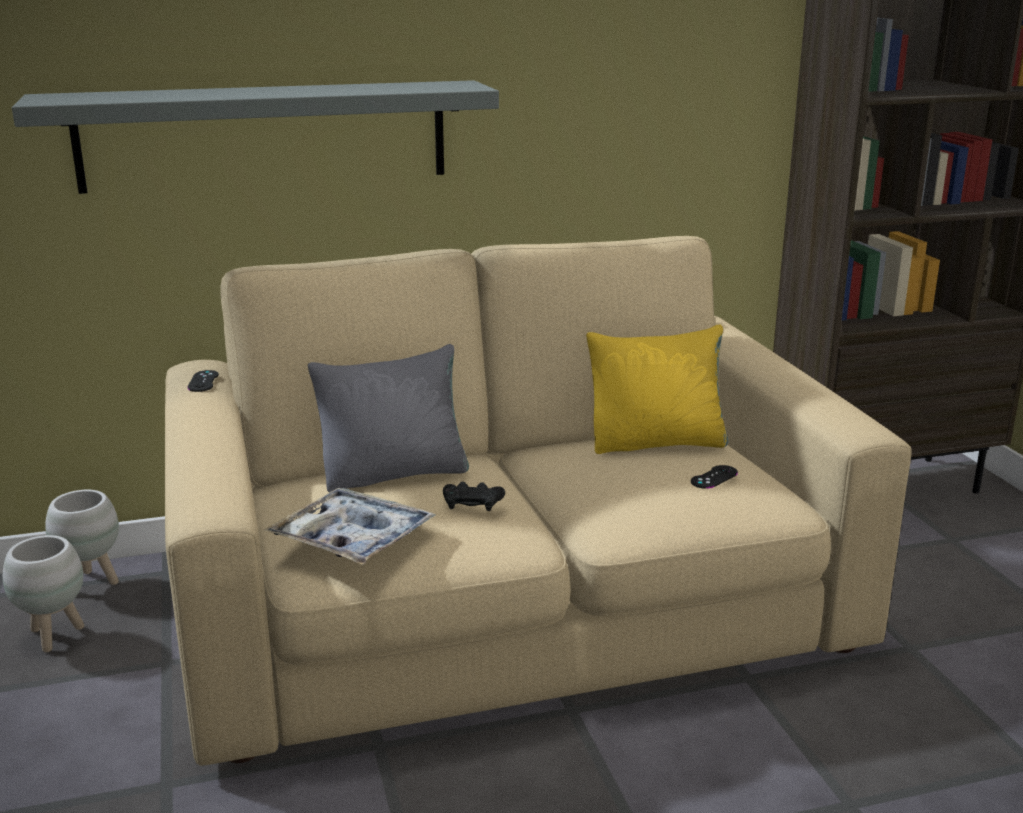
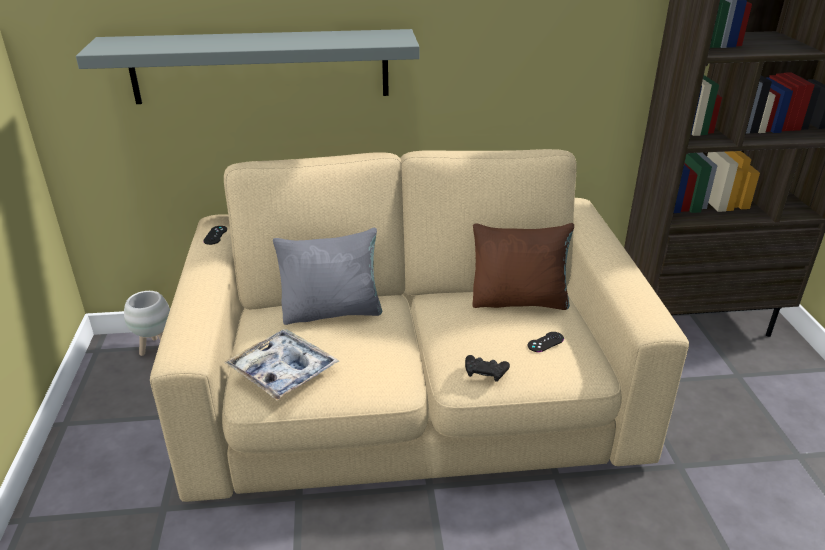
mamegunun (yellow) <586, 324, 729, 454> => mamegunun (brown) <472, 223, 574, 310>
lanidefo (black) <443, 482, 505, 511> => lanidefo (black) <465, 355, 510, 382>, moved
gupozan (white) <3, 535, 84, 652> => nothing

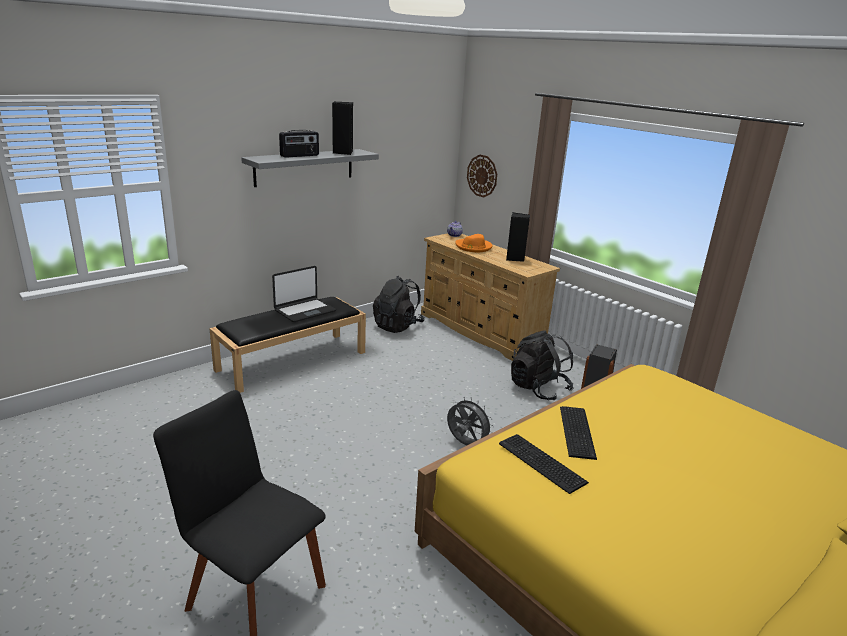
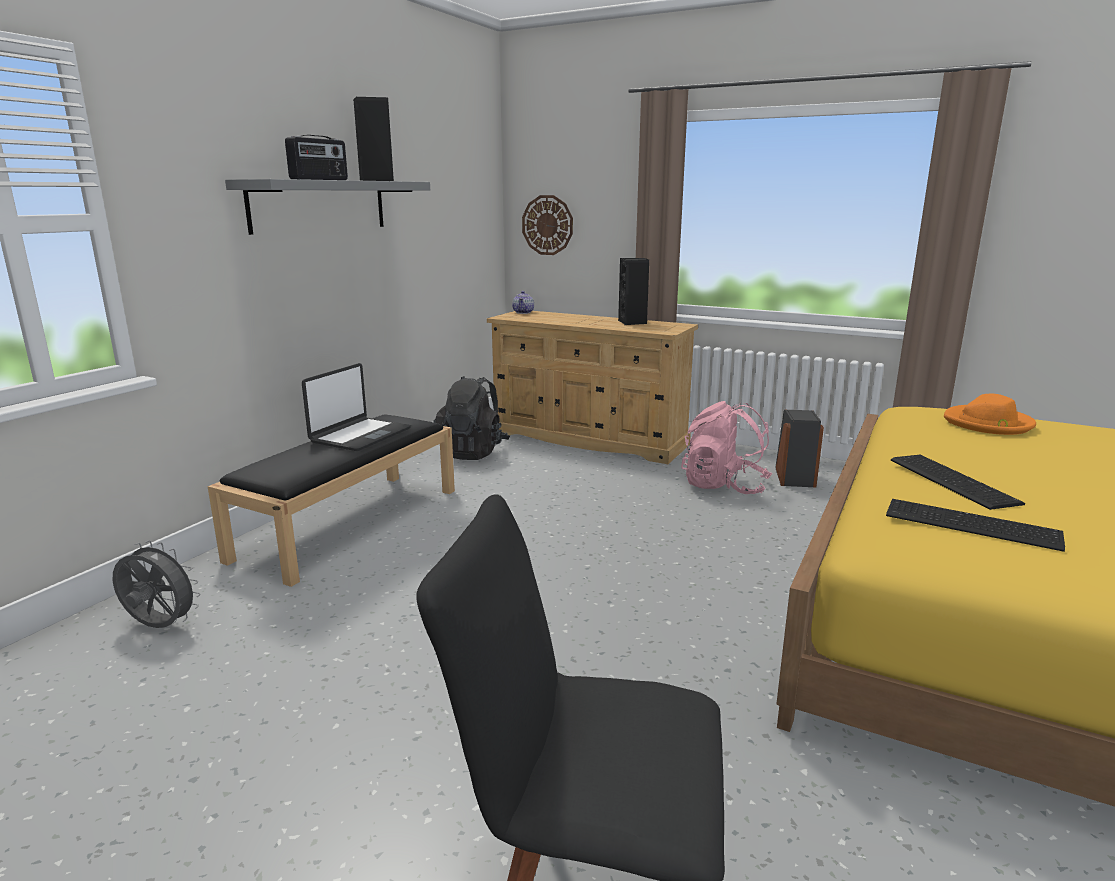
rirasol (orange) <455, 234, 492, 252> => rirasol (orange) <944, 394, 1036, 435>, moved
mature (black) <511, 331, 574, 400> => mature (pink) <681, 401, 772, 494>
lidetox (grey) <447, 397, 494, 445> => lidetox (grey) <113, 540, 201, 628>, moved

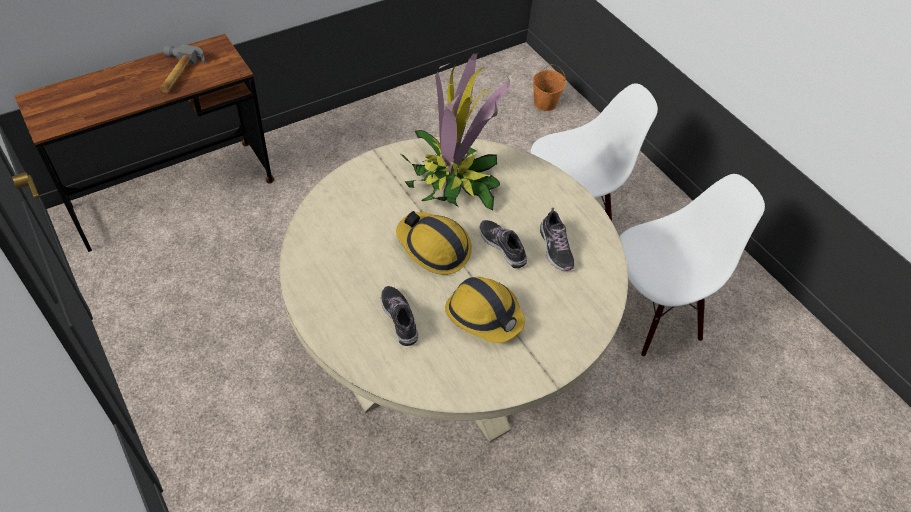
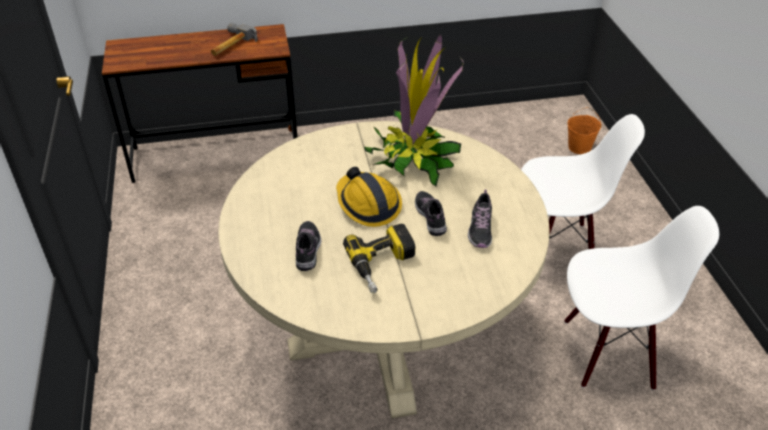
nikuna <445, 277, 525, 343> => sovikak <343, 224, 415, 293>

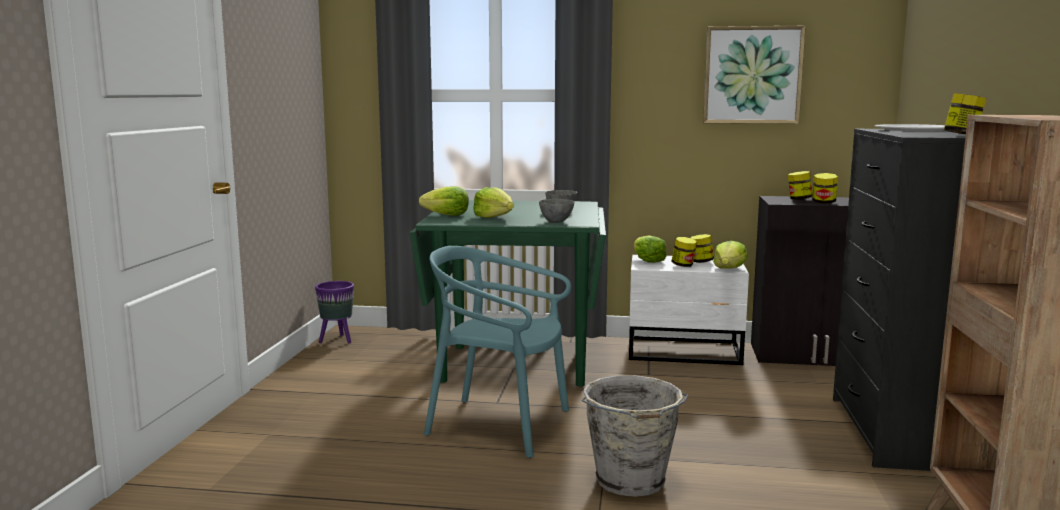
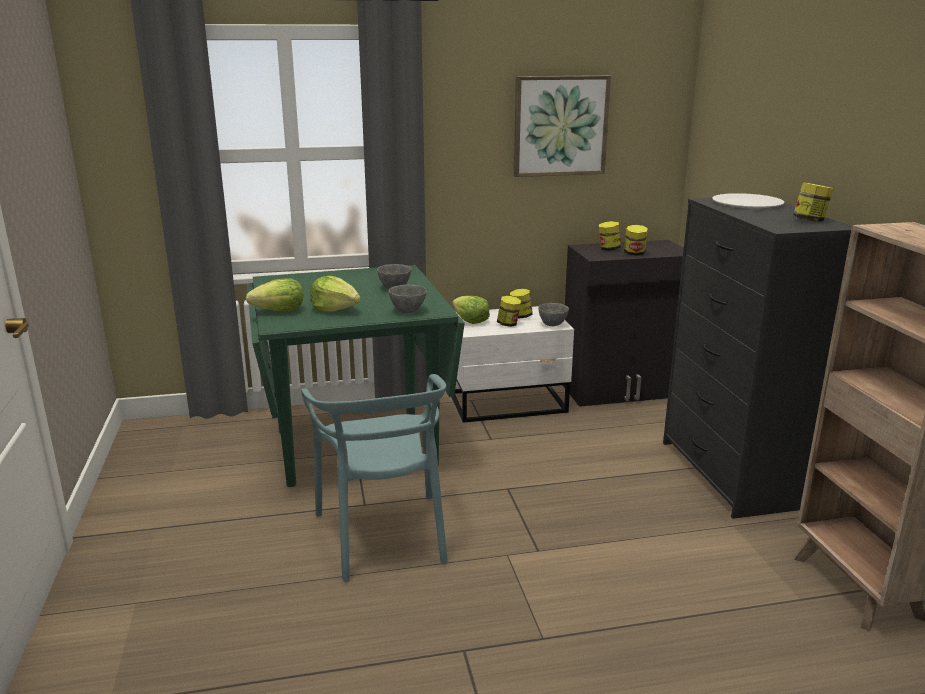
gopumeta <713, 241, 748, 269> => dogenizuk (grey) <538, 303, 569, 326>
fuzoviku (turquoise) <424, 246, 571, 458> => fuzoviku (turquoise) <301, 374, 448, 582>, 105 degrees counterclockwise
gupozan (purple) <315, 281, 354, 344> => nothing
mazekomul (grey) <582, 375, 688, 497> => nothing

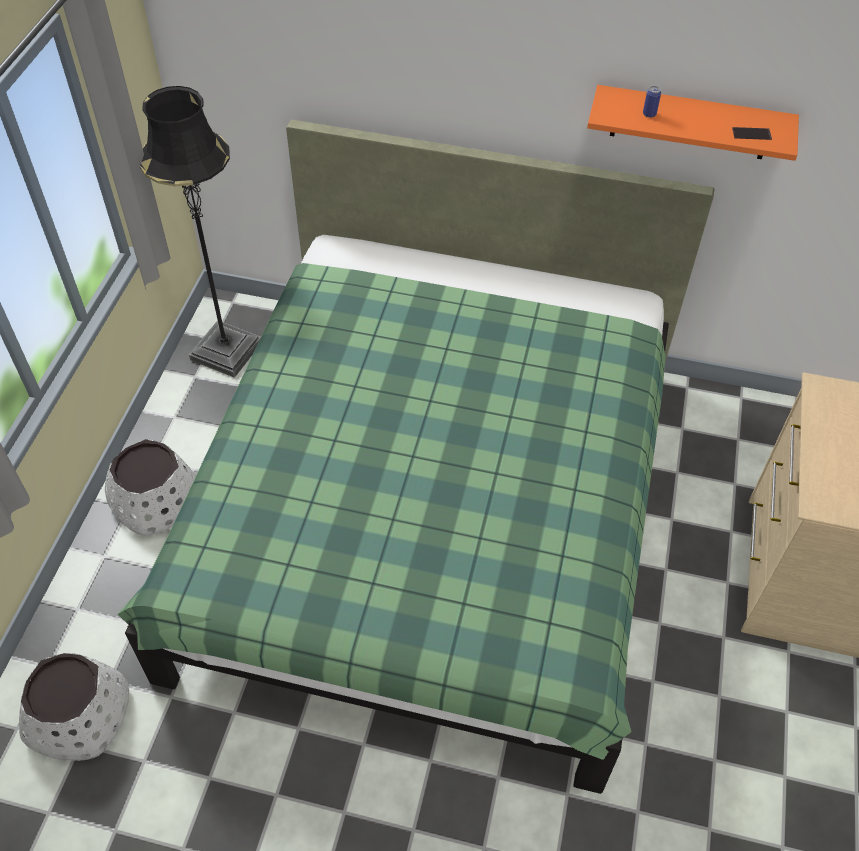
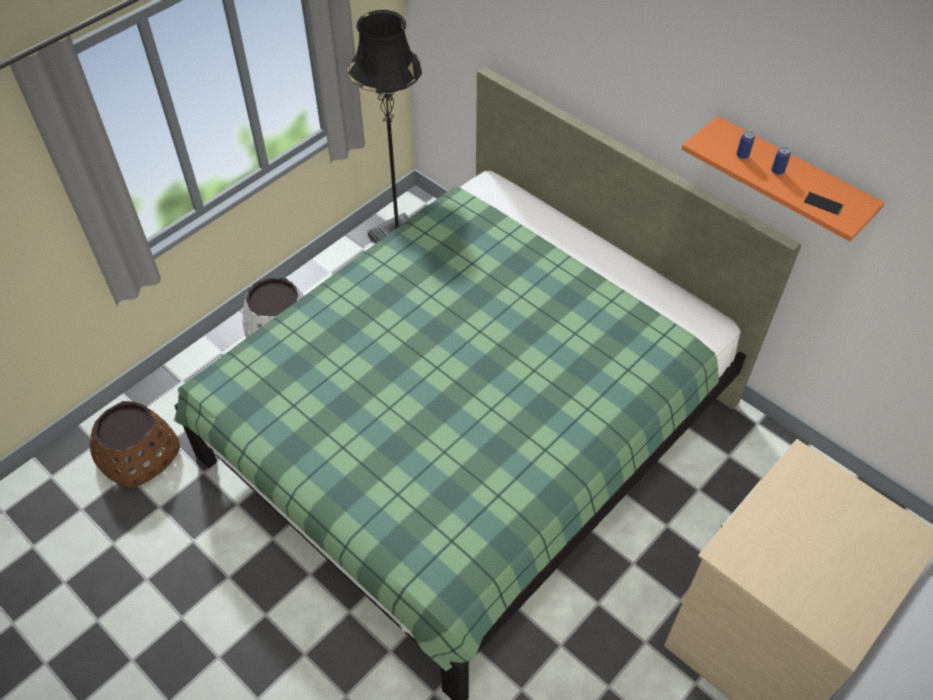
gupozan (white) <19, 653, 129, 761> => gupozan (brown) <90, 401, 180, 488>
nothing => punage <771, 146, 791, 175>

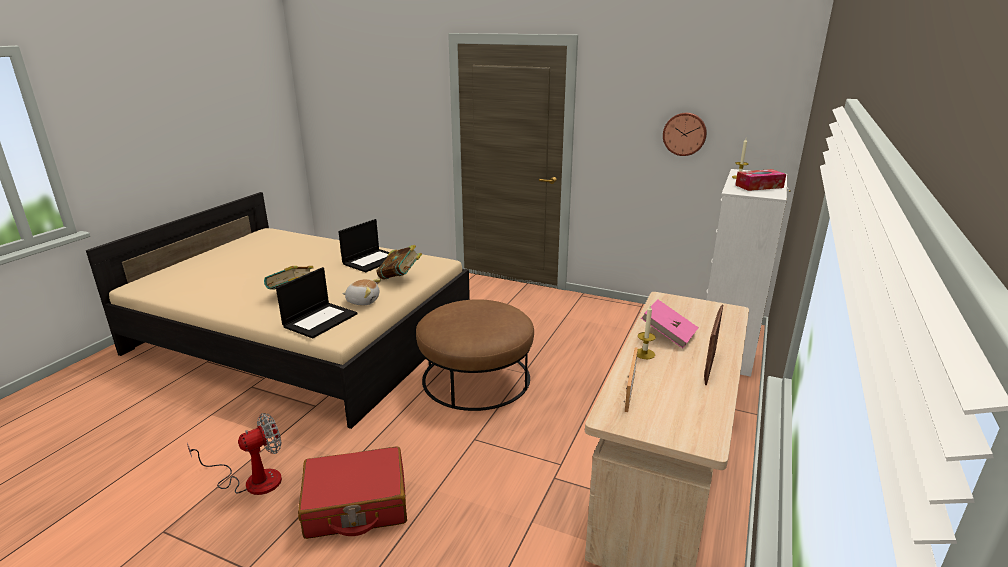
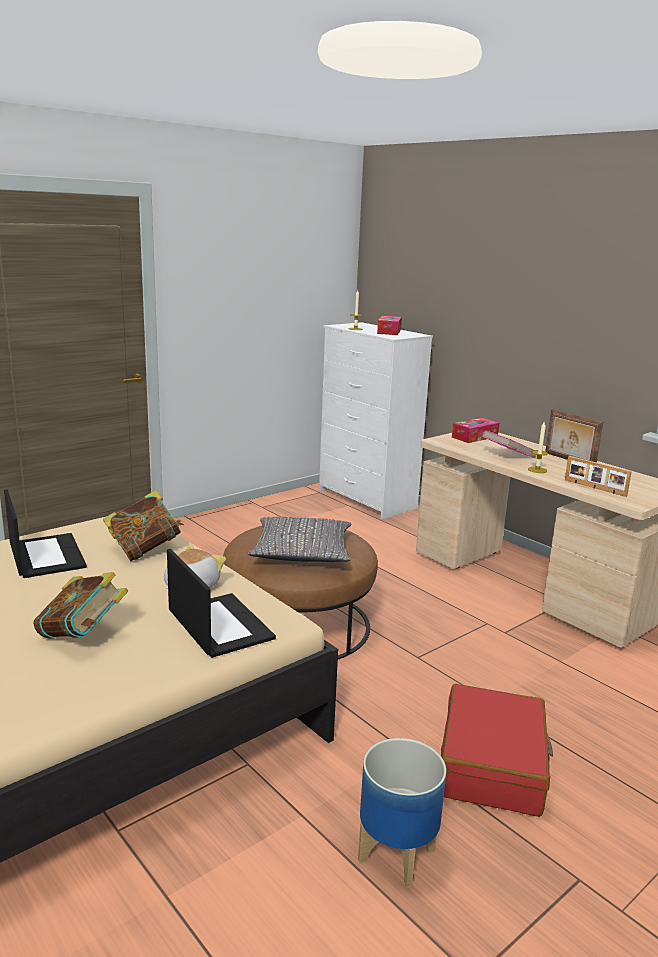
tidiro <663, 113, 707, 156> => nothing
lidetox <187, 413, 282, 495> => gupozan <358, 738, 446, 888>
nothing => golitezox <452, 418, 499, 443>
nothing => mamegunun (grey) <247, 517, 351, 562>

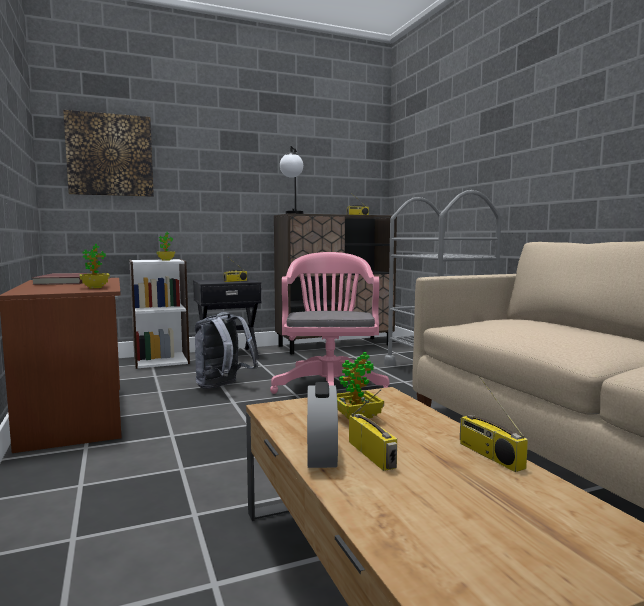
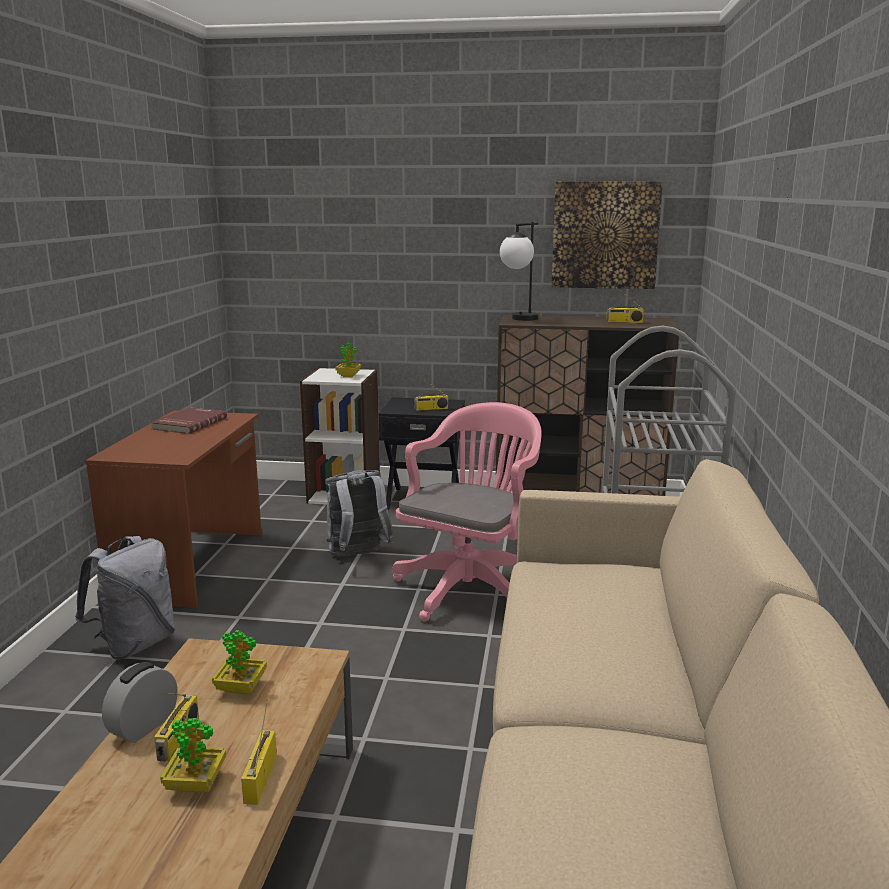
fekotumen <63, 110, 154, 197> => fekotumen <551, 181, 663, 289>, moved
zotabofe <80, 244, 110, 289> => zotabofe <160, 718, 226, 792>, moved
nothing => mature (grey) <75, 536, 175, 660>

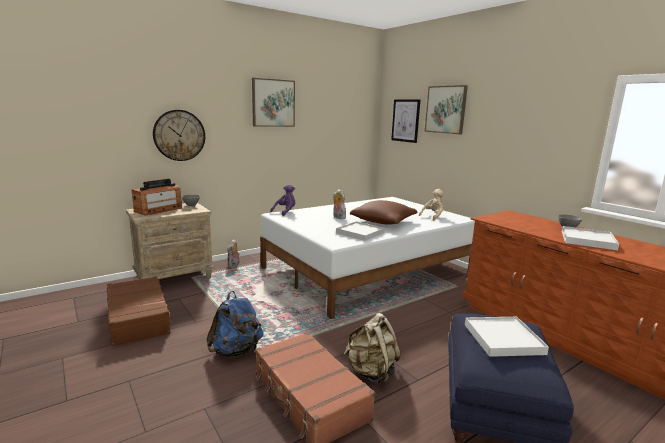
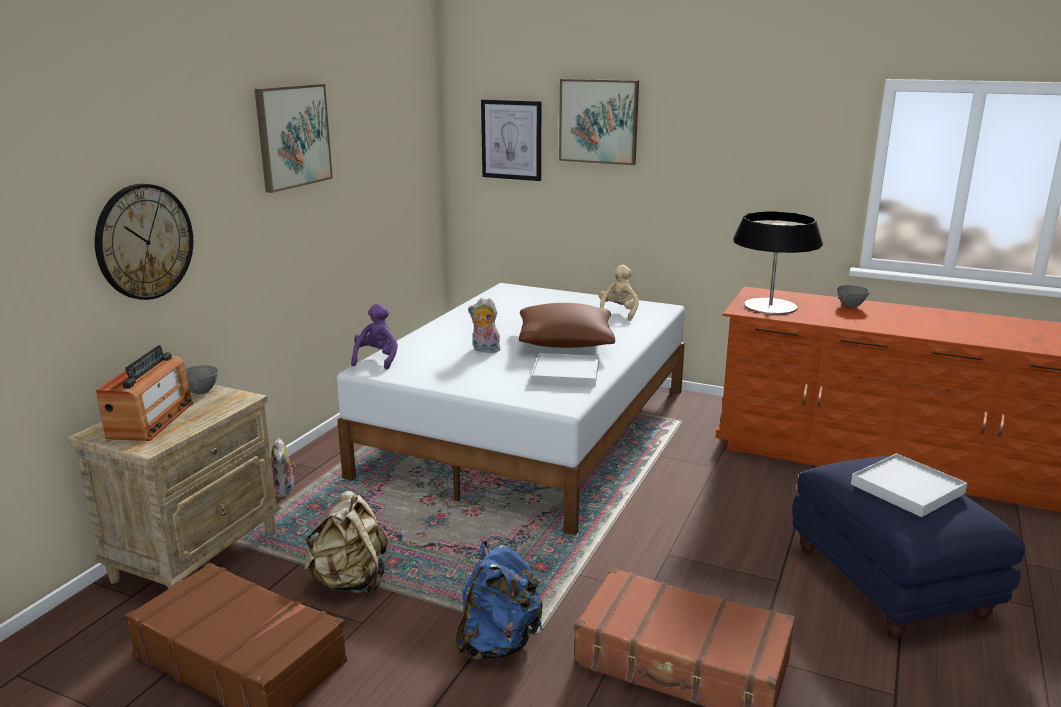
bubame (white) <562, 226, 619, 250> => nothing
mature (beige) <344, 313, 401, 385> => mature (beige) <304, 491, 388, 594>, moved
nothing => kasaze <733, 211, 823, 315>

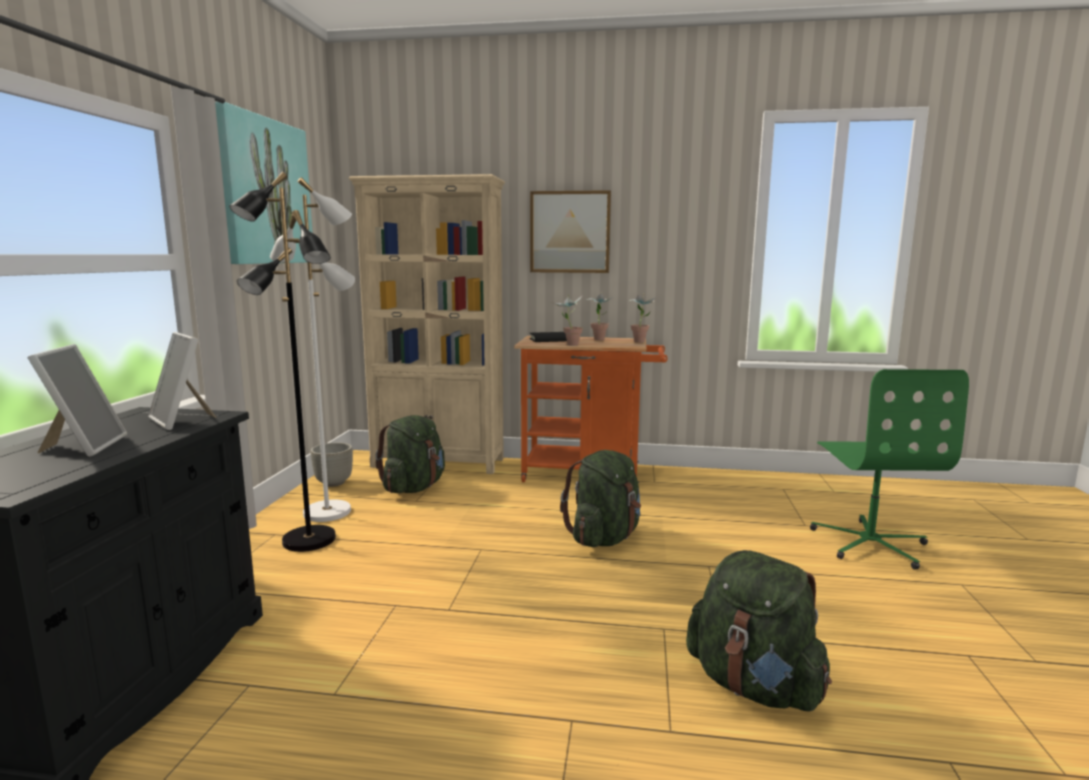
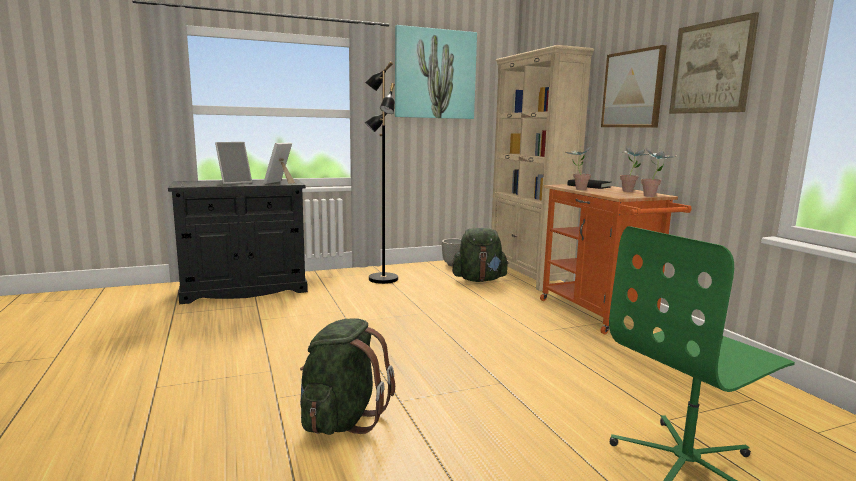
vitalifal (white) <270, 177, 355, 522> => nothing
mature (green) <560, 450, 641, 547> => nothing
nothing => fekotumen <669, 12, 759, 114>

